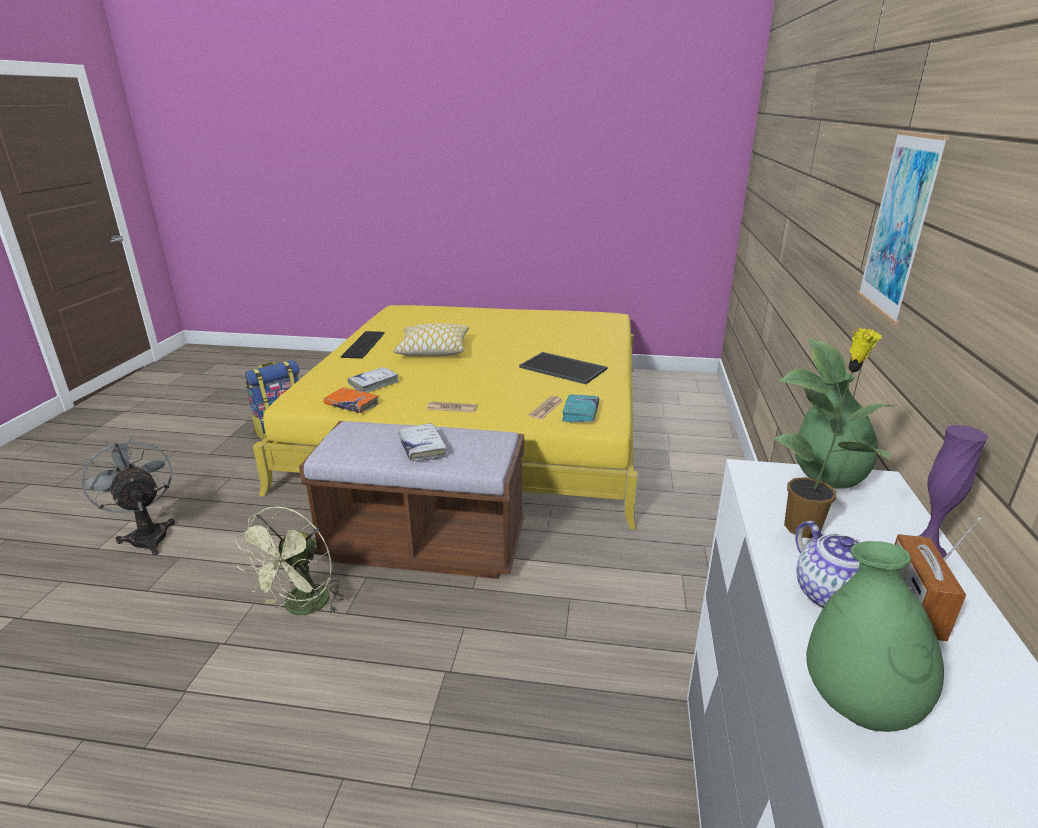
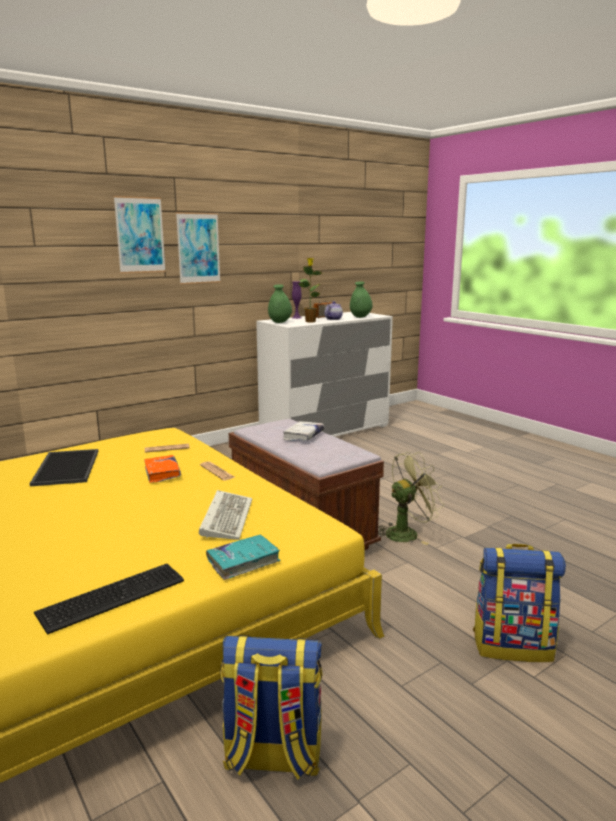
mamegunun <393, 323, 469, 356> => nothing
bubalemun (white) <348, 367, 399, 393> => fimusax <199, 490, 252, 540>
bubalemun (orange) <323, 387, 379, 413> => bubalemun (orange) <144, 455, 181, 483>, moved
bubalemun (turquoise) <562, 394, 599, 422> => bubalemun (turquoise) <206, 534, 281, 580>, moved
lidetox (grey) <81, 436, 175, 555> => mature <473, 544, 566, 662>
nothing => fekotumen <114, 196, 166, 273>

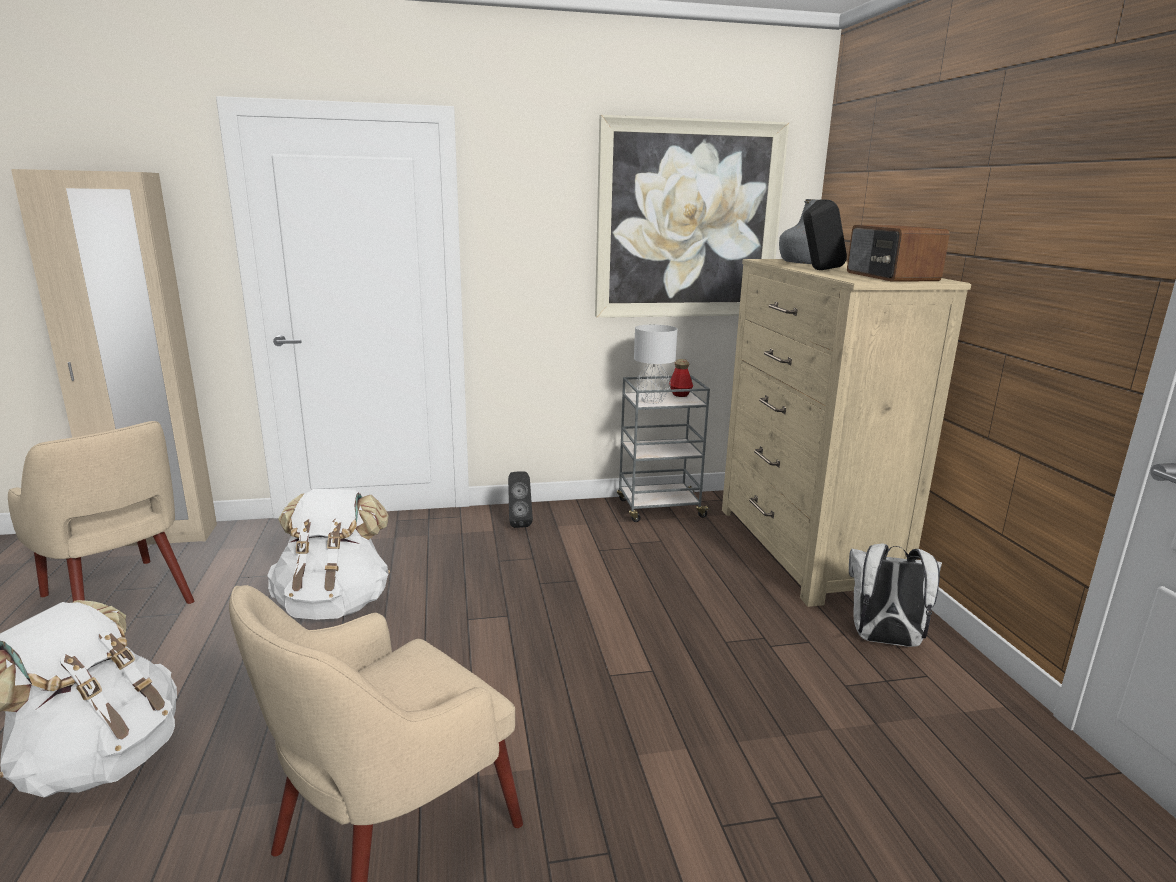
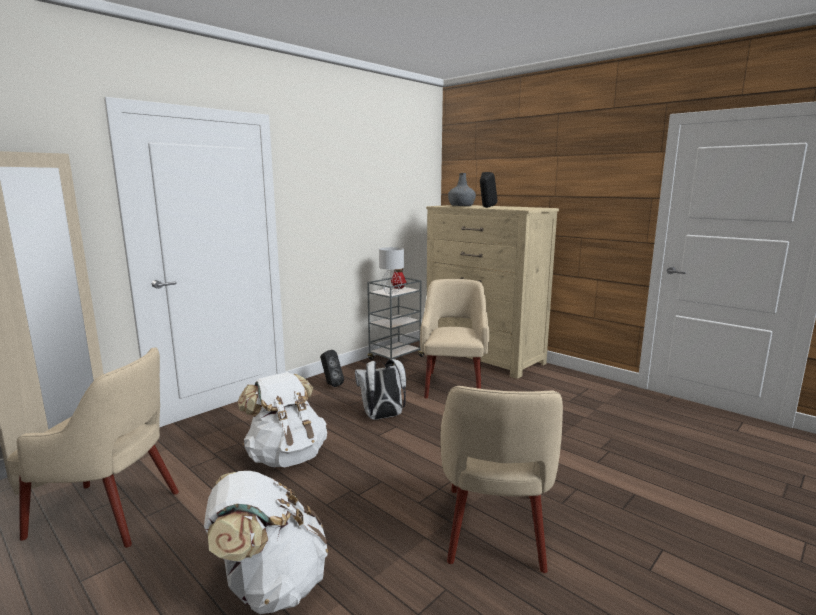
fekotumen <595, 115, 789, 318> => nothing
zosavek <847, 225, 950, 281> => nothing
mature (white) <849, 544, 942, 647> => mature (white) <355, 359, 406, 420>, moved
nothing => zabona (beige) <420, 279, 489, 399>

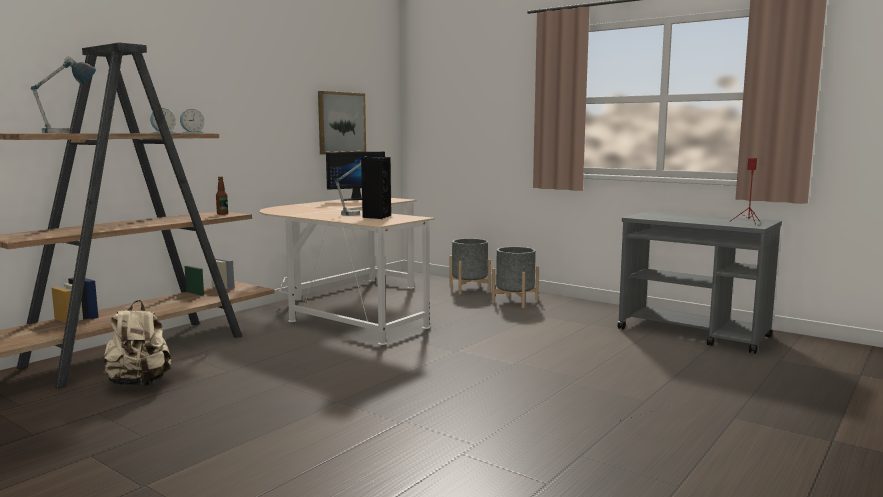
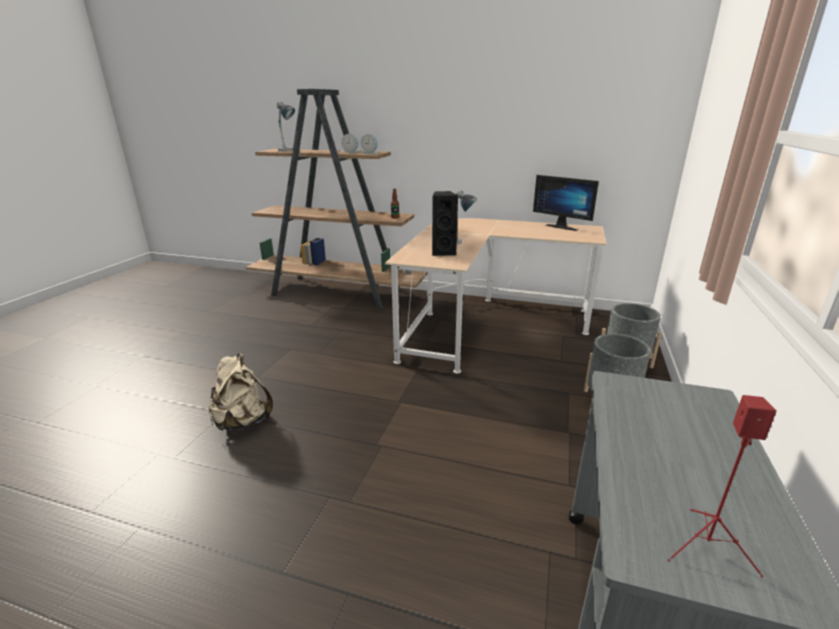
fekotumen <318, 91, 366, 155> => nothing
mature (beige) <102, 300, 171, 386> => mature (beige) <208, 354, 273, 431>, moved

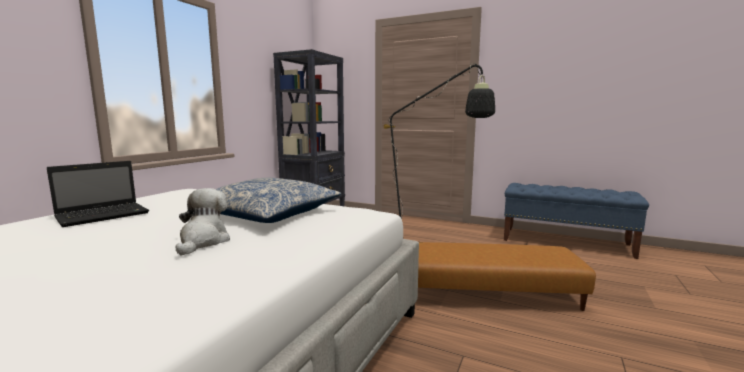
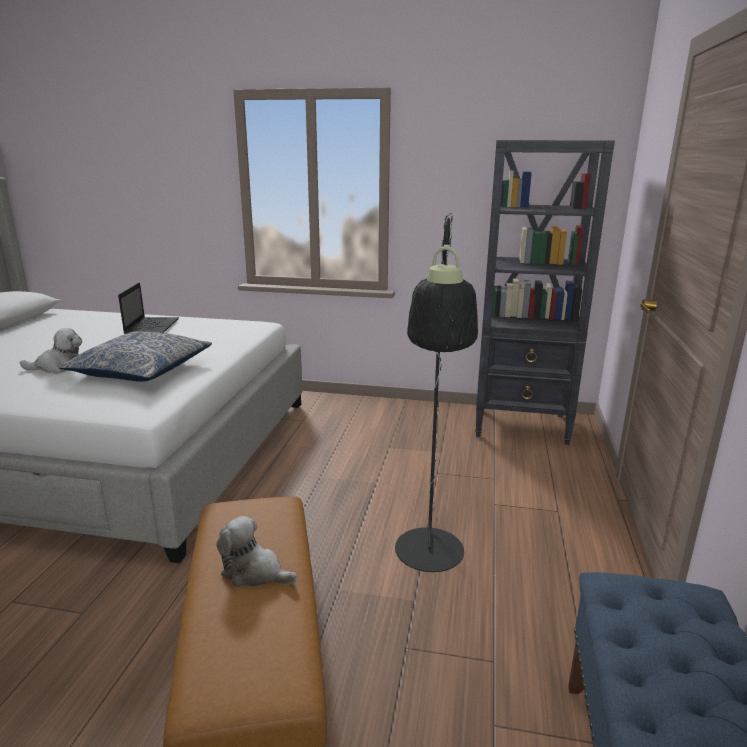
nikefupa <47, 161, 149, 227> => nikefupa <118, 282, 179, 334>, 120 degrees counterclockwise
nothing => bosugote <216, 516, 298, 587>

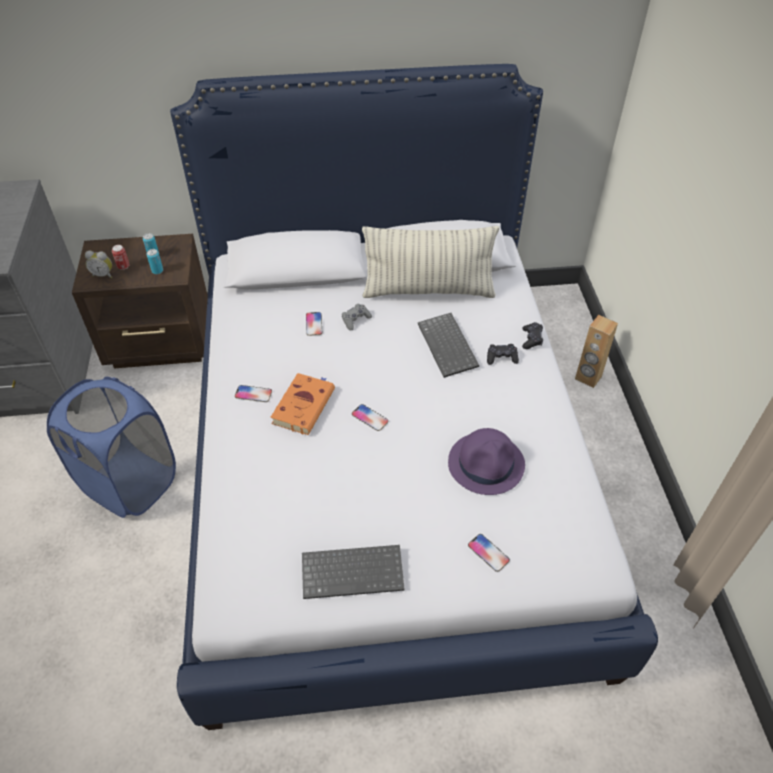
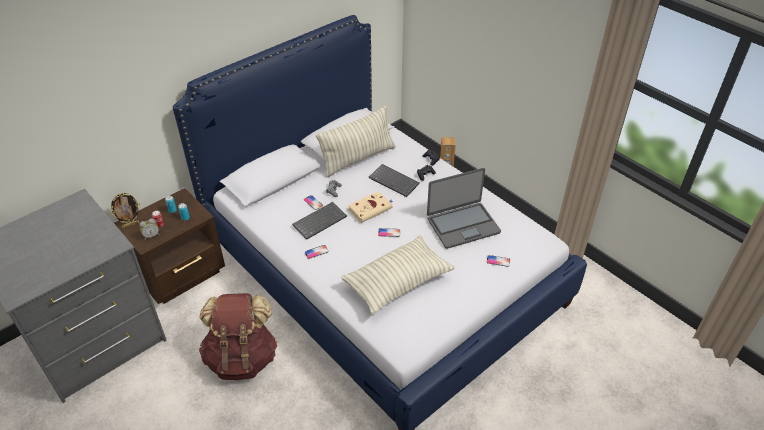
bubalemun (orange) <270, 373, 335, 435> => nothing
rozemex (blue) <47, 377, 176, 518> => mature (brown) <199, 293, 277, 380>
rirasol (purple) <448, 428, 525, 495> => nikefupa <427, 168, 501, 249>
fimusax <302, 545, 405, 599> => fimusax <292, 202, 347, 240>, moved
nothing => bubalemun (beige) <348, 191, 393, 223>
nothing => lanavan <110, 193, 140, 228>
nothing => mamegunun <341, 235, 454, 315>

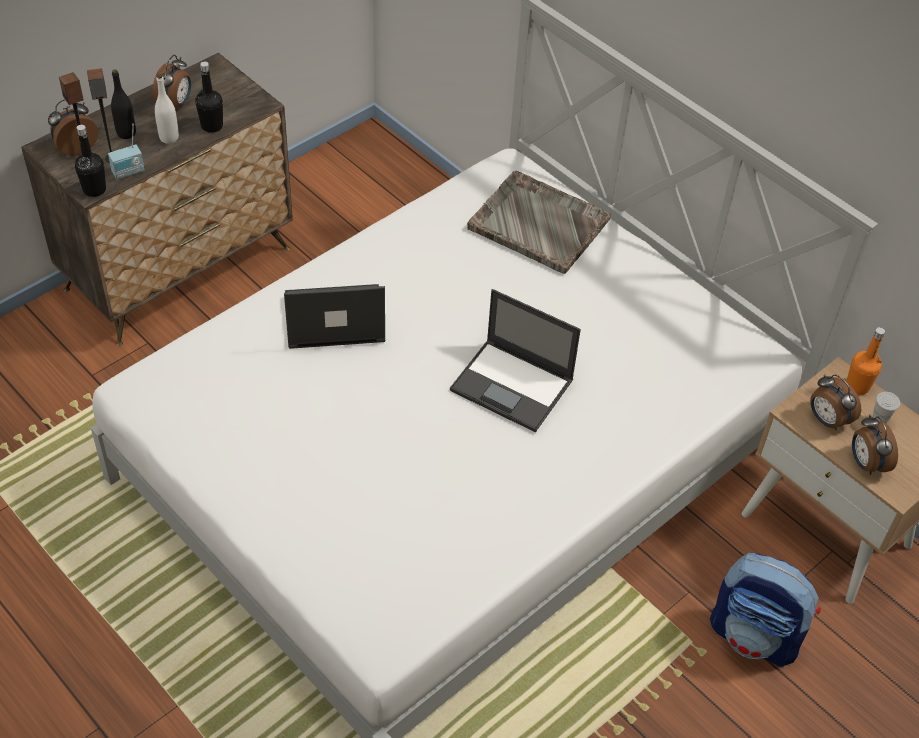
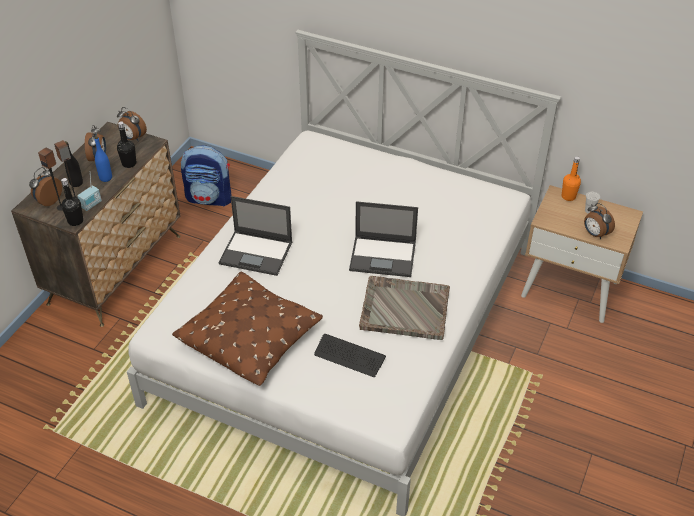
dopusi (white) <155, 74, 179, 144> => dopusi (blue) <94, 136, 112, 182>
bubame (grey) <467, 171, 611, 274> => bubame (grey) <359, 276, 450, 340>, moved
nikefupa <284, 284, 385, 349> => nikefupa <219, 196, 292, 276>, 135 degrees counterclockwise
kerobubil <810, 374, 861, 430> => kerobubil <117, 107, 147, 141>, moved
mature <710, 553, 821, 667> => mature <181, 145, 231, 207>, moved
nothing => mamegunun (brown) <172, 272, 323, 386>
nothing => fimusax <314, 334, 386, 377>

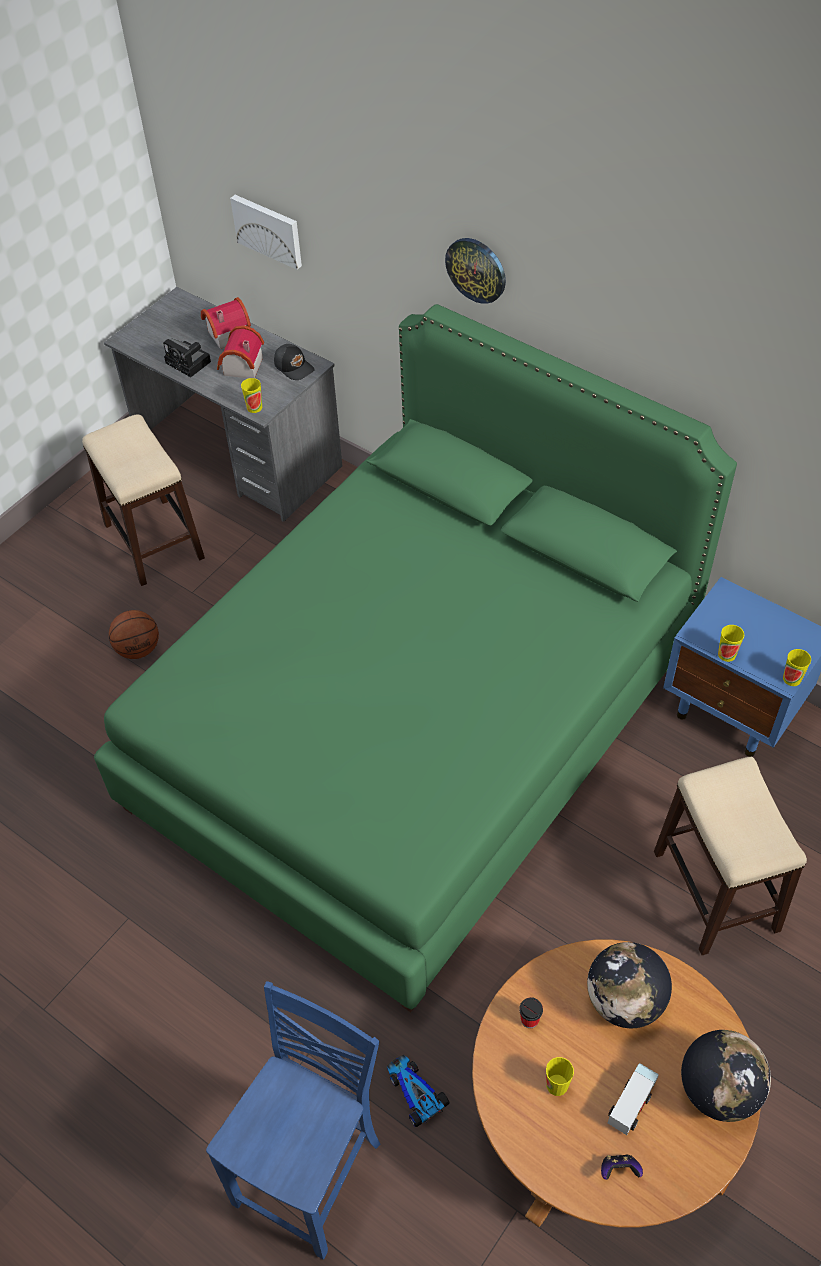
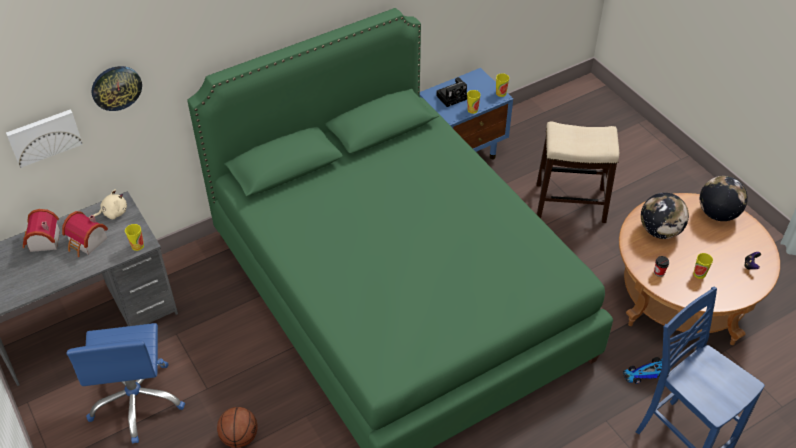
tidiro <445, 238, 506, 304> => tidiro <91, 66, 142, 111>, moved
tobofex <163, 339, 211, 377> => tobofex <436, 77, 467, 107>, moved
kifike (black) <274, 344, 315, 380> => bosugote (beige) <93, 189, 127, 219>
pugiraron <82, 414, 205, 586> => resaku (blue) <66, 323, 185, 444>
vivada <608, 1063, 659, 1135> => nothing

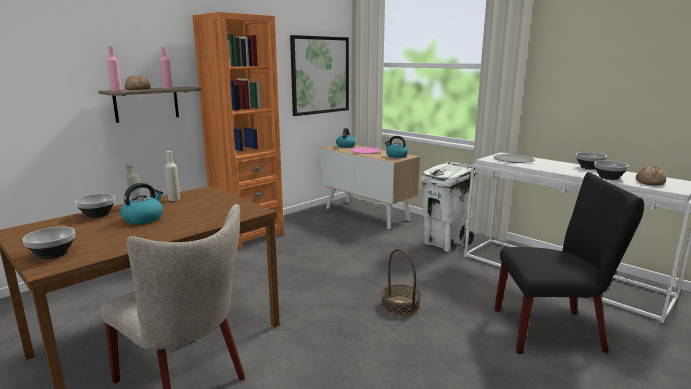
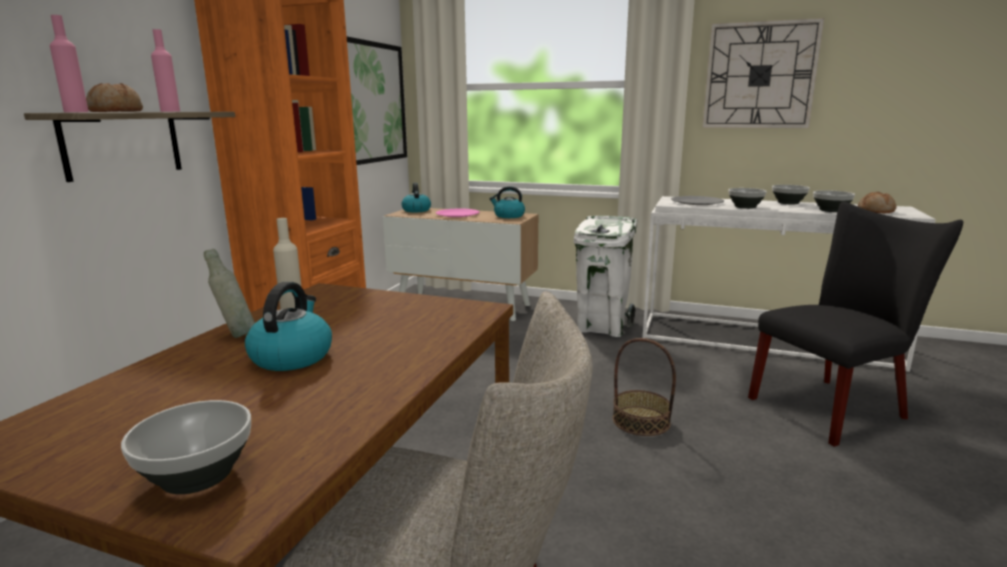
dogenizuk <75, 194, 115, 218> => dogenizuk <729, 188, 767, 209>, moved
nothing => tidiro <702, 18, 824, 128>

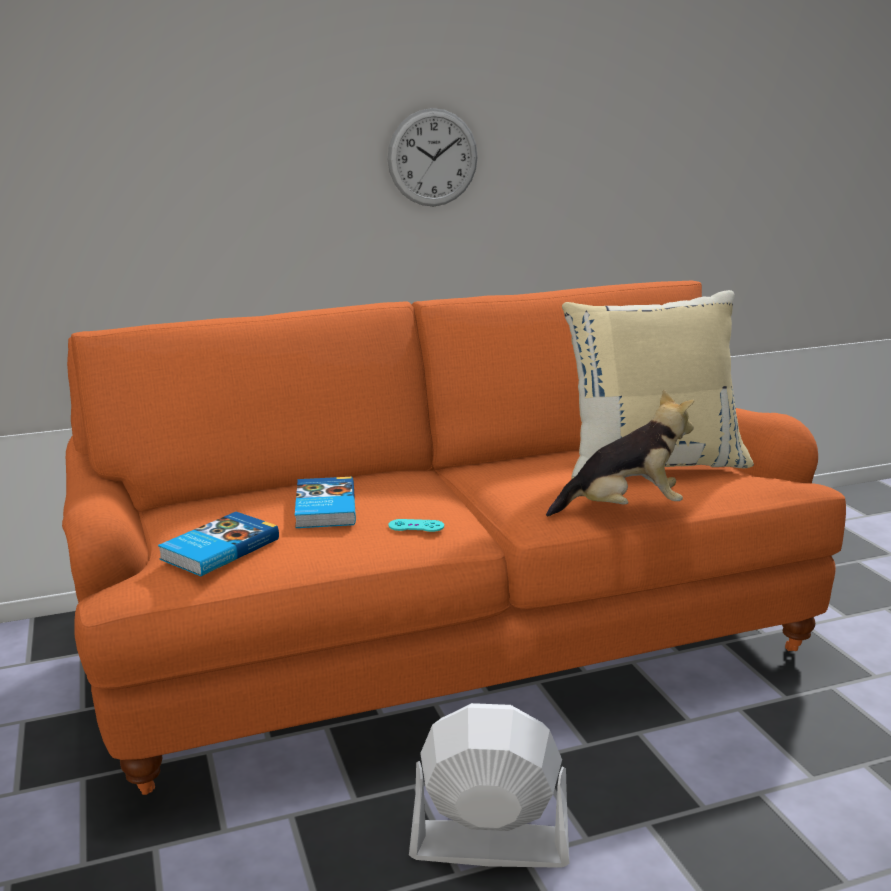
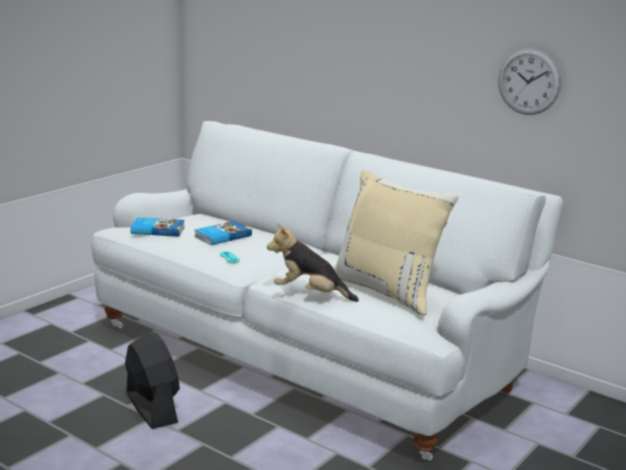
tidiro <388, 108, 478, 206> => tidiro <498, 48, 561, 115>, moved
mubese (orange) <62, 281, 846, 795> => mubese (white) <91, 121, 563, 461>
bosugote <546, 389, 694, 517> => bosugote <267, 223, 359, 302>, 150 degrees clockwise
lidetox (white) <409, 703, 570, 868> => lidetox (black) <125, 331, 180, 429>

